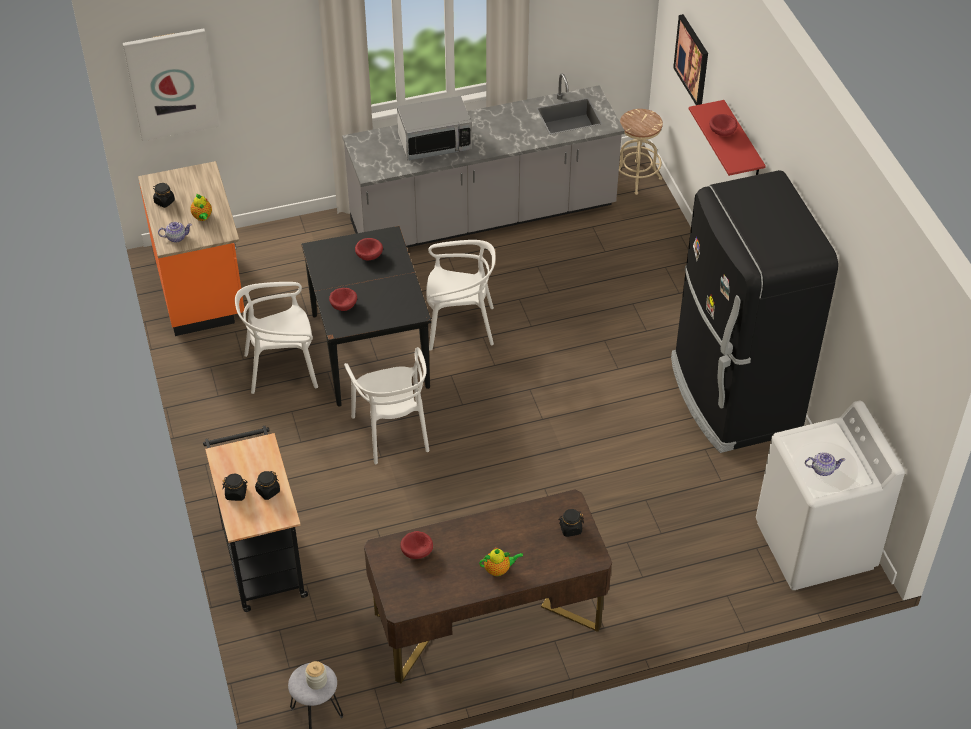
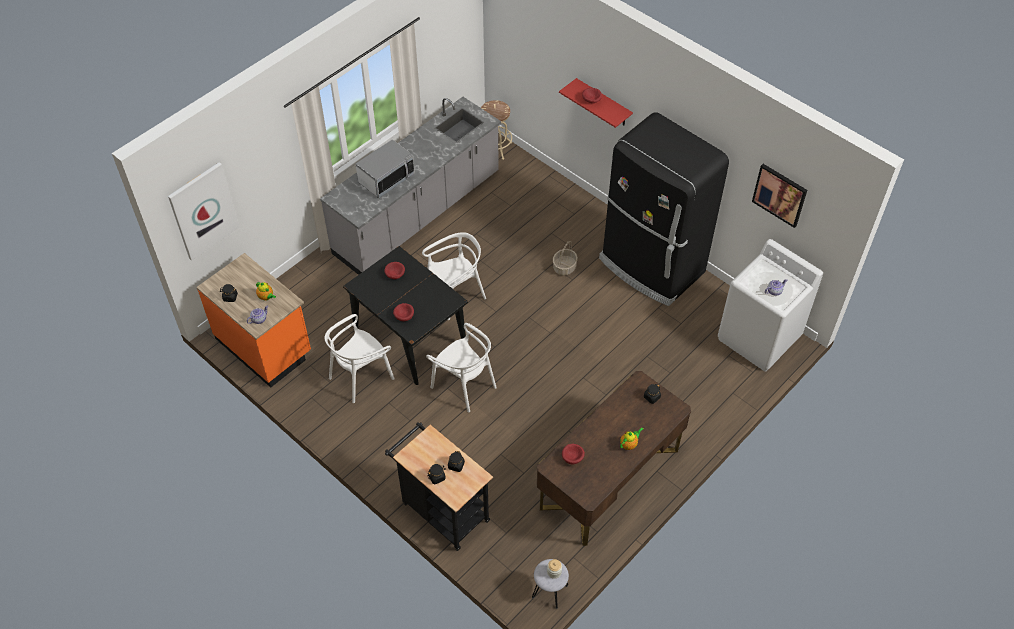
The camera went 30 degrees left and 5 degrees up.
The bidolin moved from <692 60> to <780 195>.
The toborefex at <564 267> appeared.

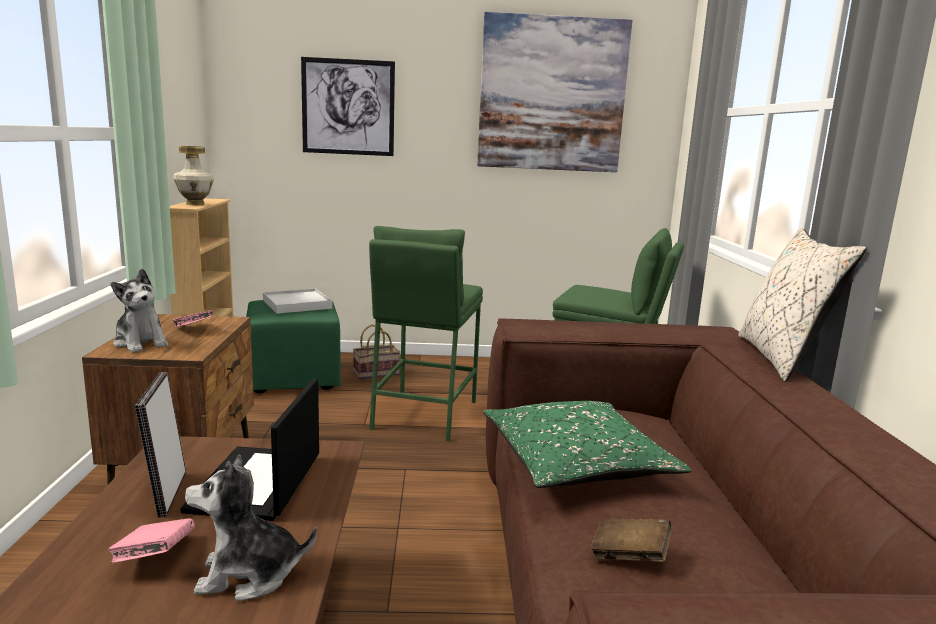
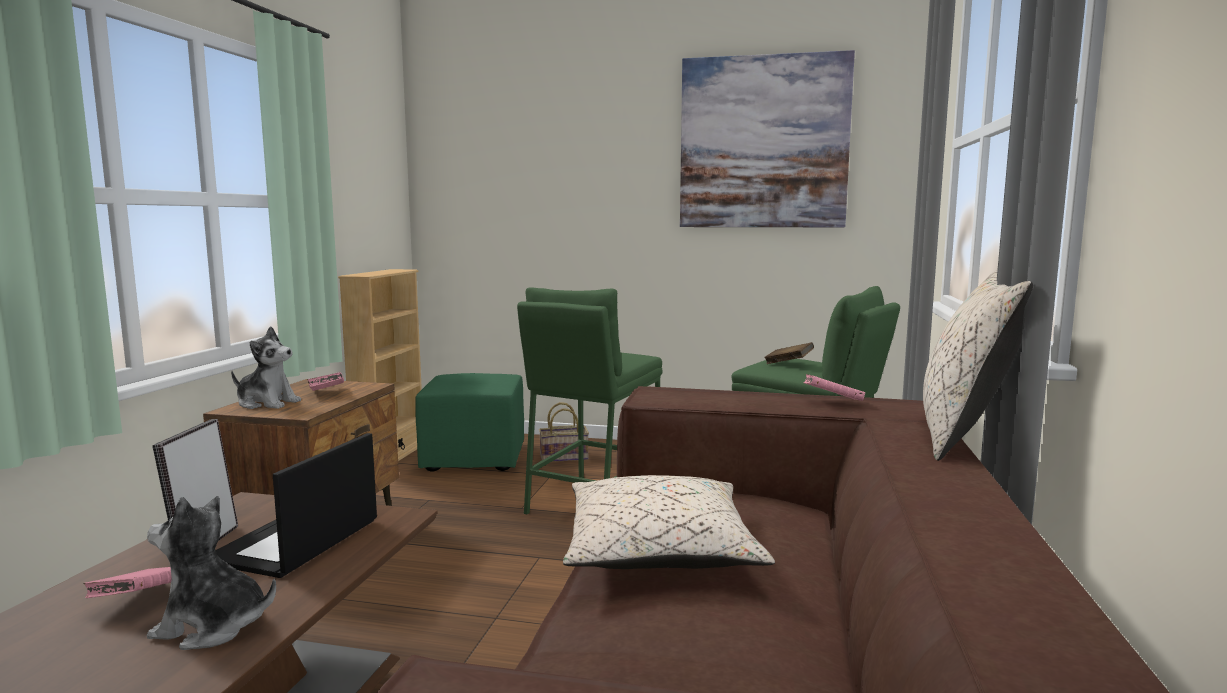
The camera went 15 degrees right and 5 degrees down.
The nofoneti at <141 343> turned 45 degrees counterclockwise.
The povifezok at <194 204> disappeared.
The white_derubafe at <297 304> disappeared.
The bidolin at <348 107> disappeared.
The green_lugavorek at <576 464> became the beige_lugavorek at <659 550>.
The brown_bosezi moved from <629 556> to <788 364>.
The pink_bosezi at <832 402> appeared.

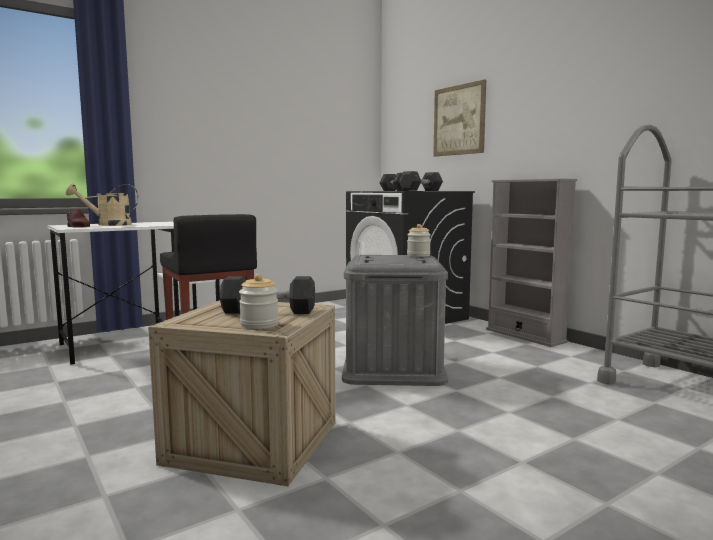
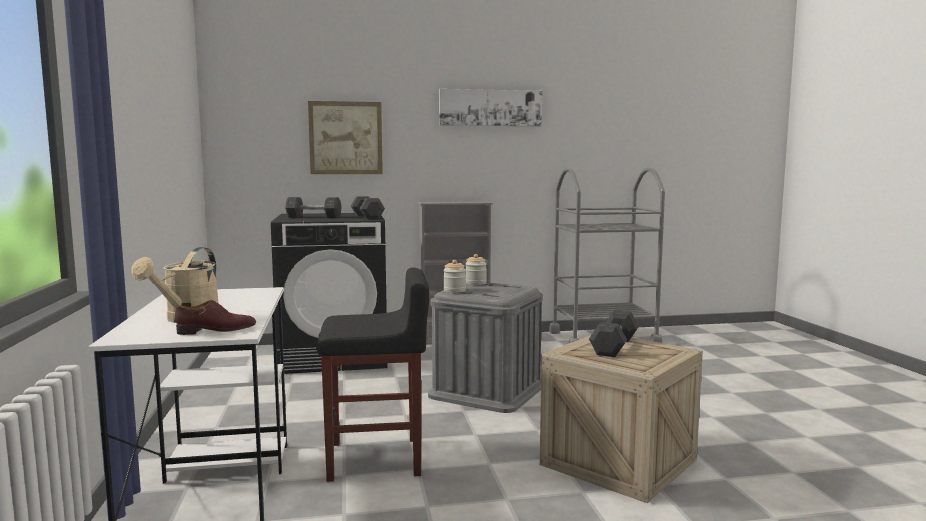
The camera went 65 degrees left and 0 degrees up.
The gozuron moved from <259 324> to <454 290>.
The bidolin at <490 108> appeared.

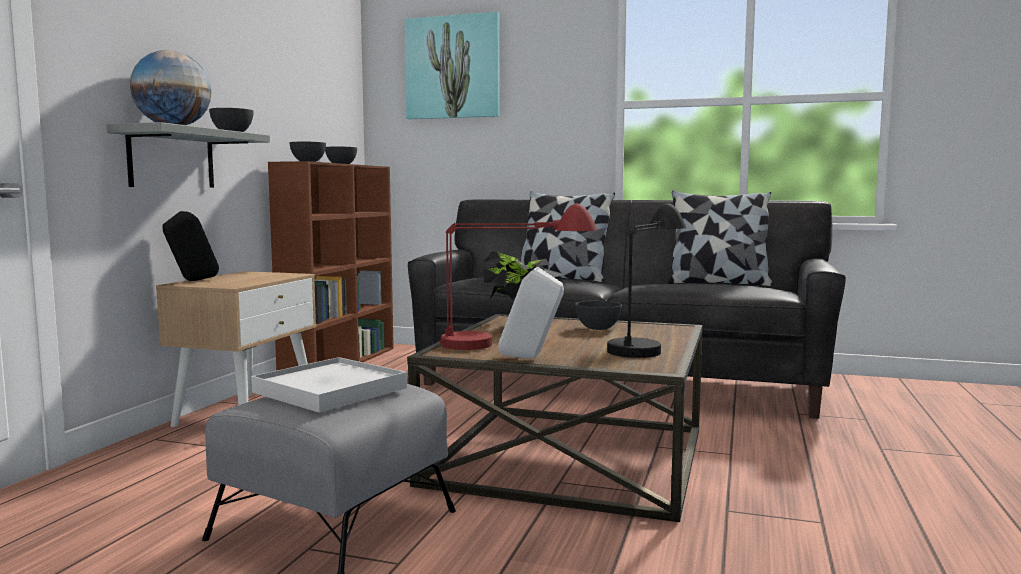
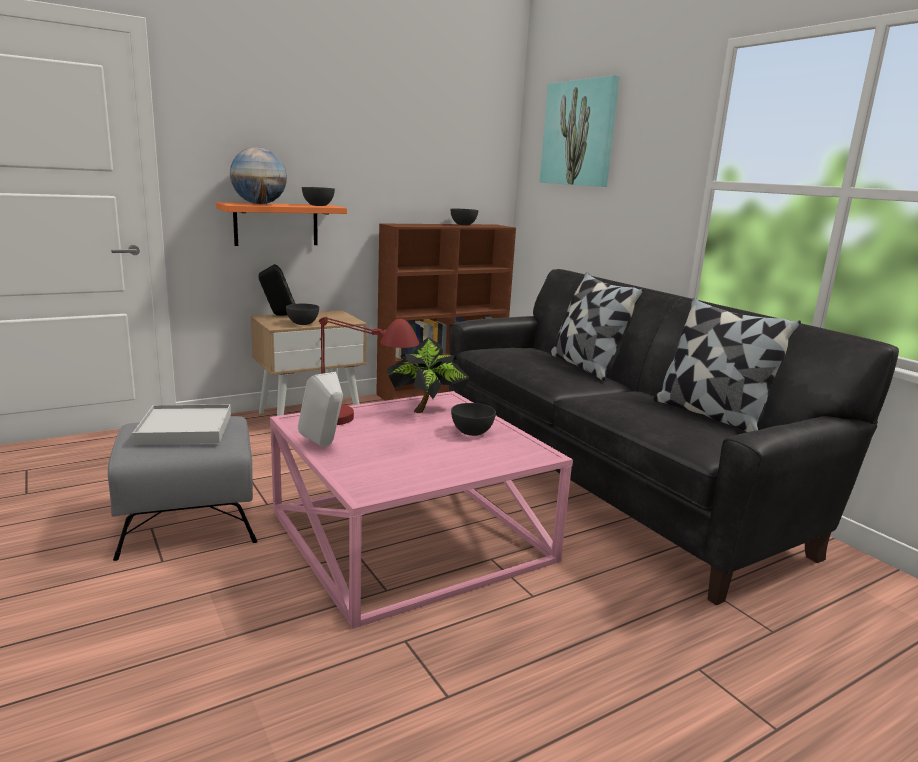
The camera went 40 degrees right and 10 degrees up.
The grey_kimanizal at <172 159> became the orange_kimanizal at <276 224>.
The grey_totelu moved from <308 162> to <303 324>.
The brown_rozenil at <569 455> became the pink_rozenil at <412 535>.
The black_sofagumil at <647 343> disappeared.

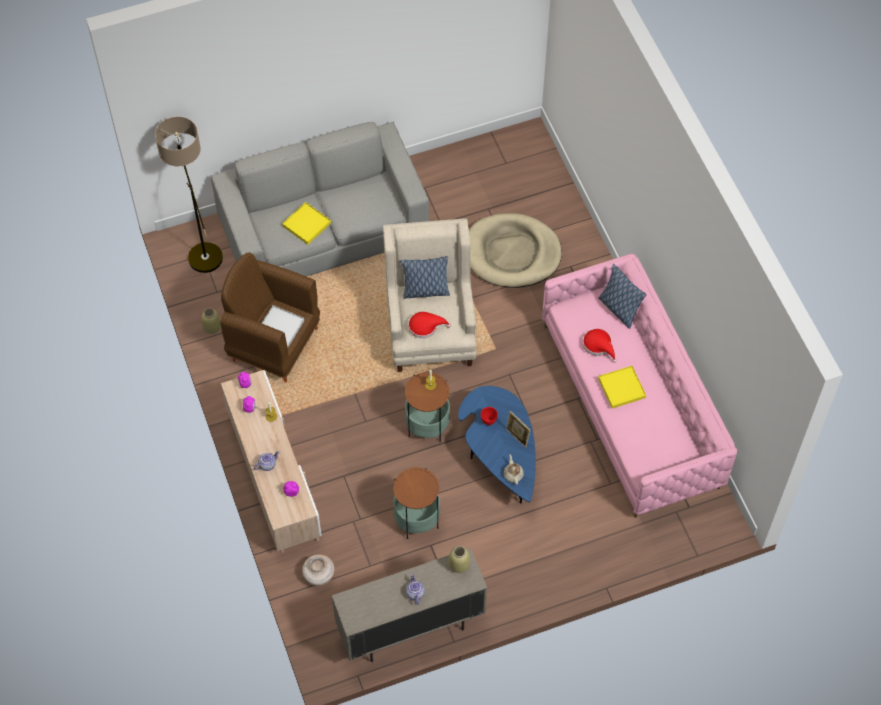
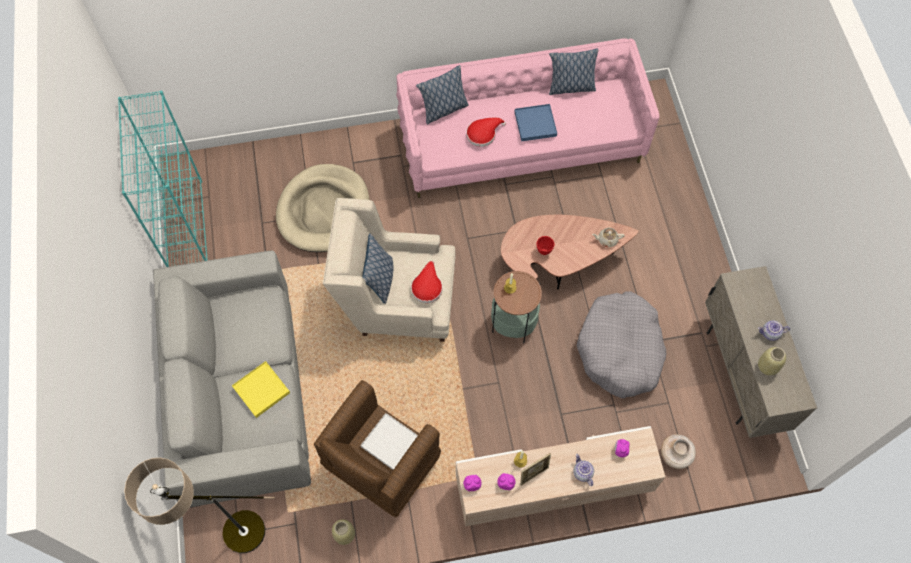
The camera went 80 degrees left and 5 degrees up.
The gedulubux at <417 519> was replaced by the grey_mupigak at <620 350>.
The beige_povifezok moved from <458 565> to <767 366>.
The blue_rozenil at <500 455> became the brown_rozenil at <558 262>.
The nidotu moved from <517 437> to <534 474>.
The yellow_derubafe at <621 388> became the blue_derubafe at <535 124>.
The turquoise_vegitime at <186 225> appeared.
The lugavorek at <570 87> appeared.

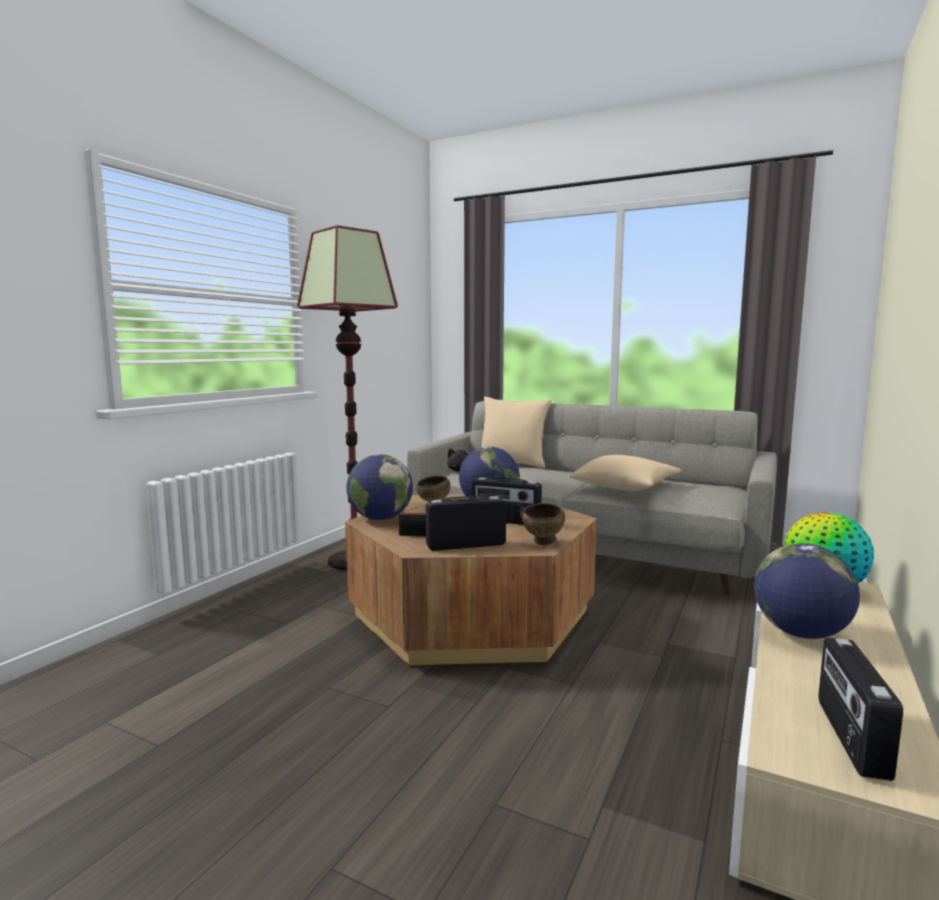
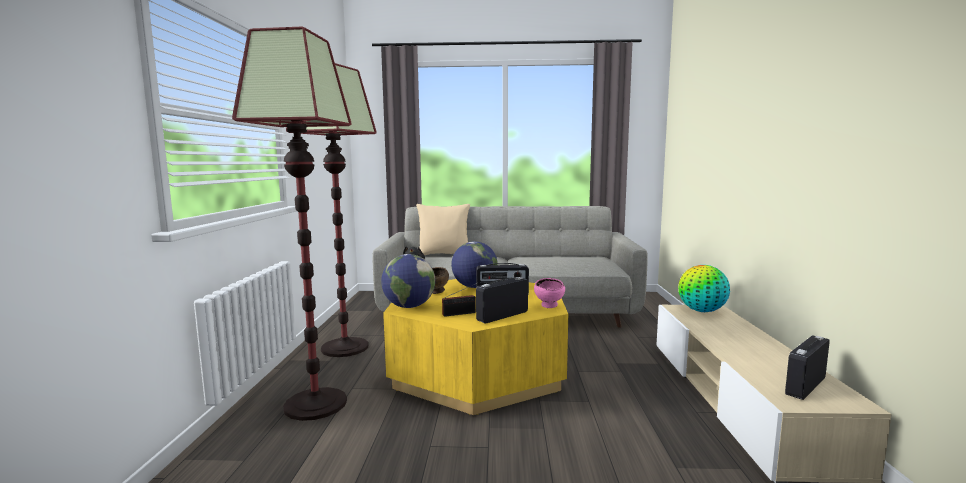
The camera went 25 degrees left and 0 degrees up.
The brown_rozenil at <472 613> became the yellow_rozenil at <478 369>.
The brown_totelu at <543 543> became the pink_totelu at <549 306>.
The beige_lugavorek at <625 487> disappeared.
The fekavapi at <800 633> disappeared.
The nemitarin at <850 737> turned 60 degrees clockwise.
The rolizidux at <315 404> appeared.

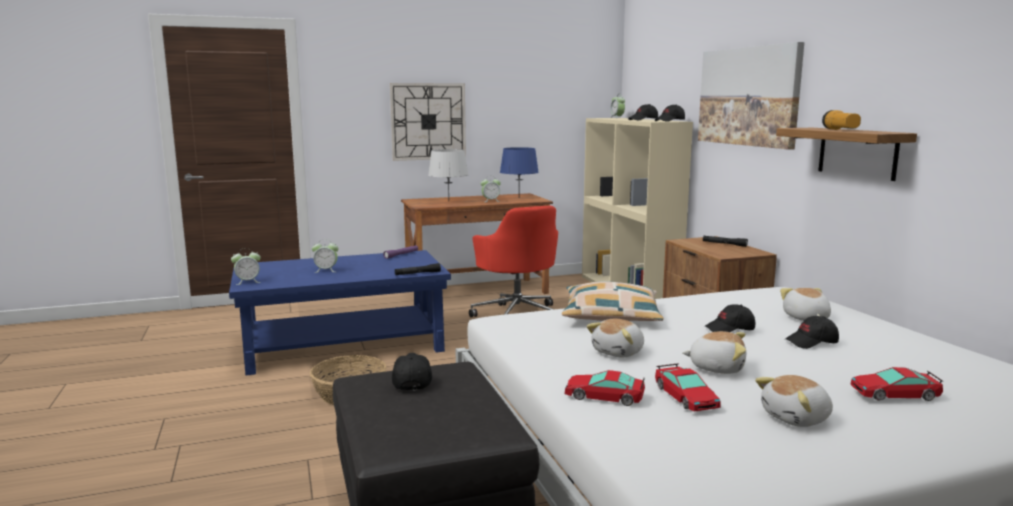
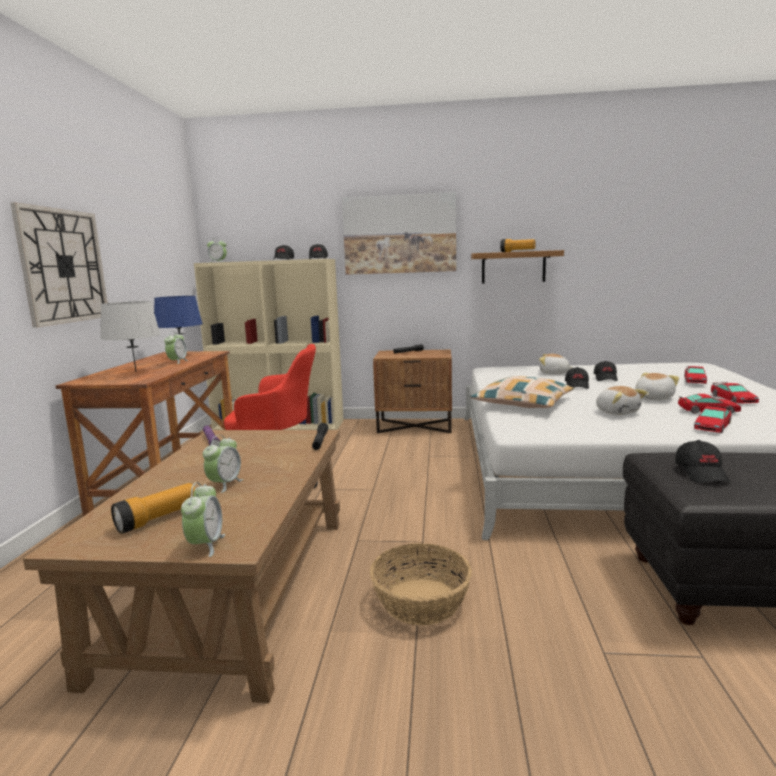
The camera went 65 degrees left and 0 degrees up.
The blue_rozenil at <344 344> became the brown_rozenil at <235 587>.
The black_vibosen at <412 381> turned 105 degrees counterclockwise.
The nofoneti at <797 418> was replaced by the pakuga at <732 399>.
The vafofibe at <158 519> appeared.

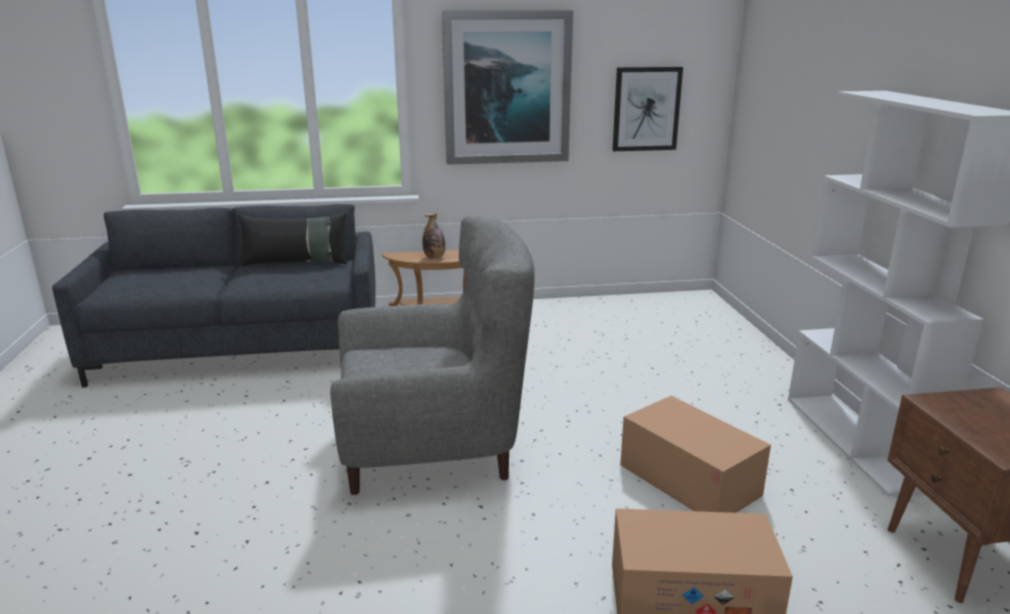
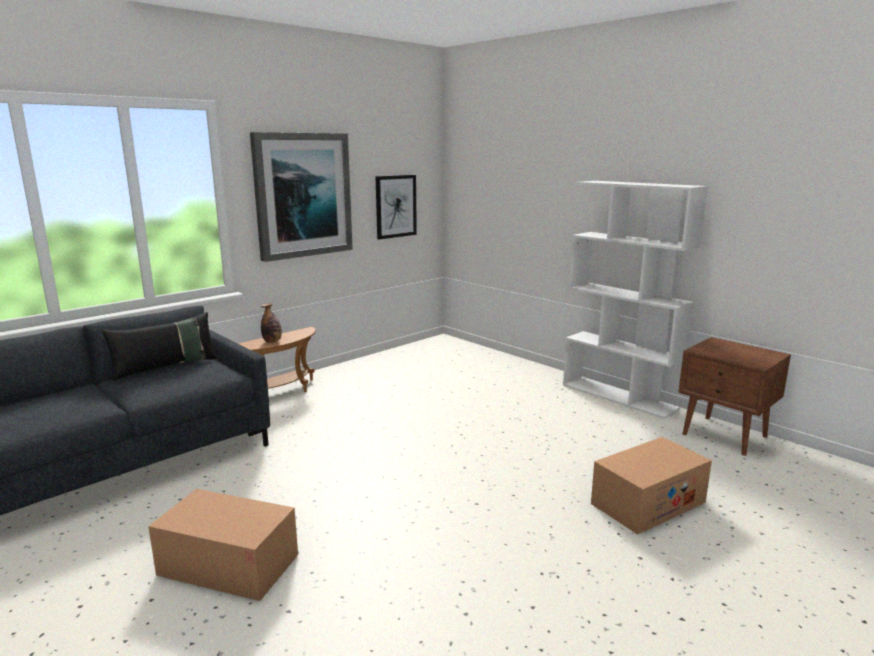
The camera went 35 degrees left and 5 degrees down.
The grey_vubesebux at <434 448> disappeared.
The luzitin moved from <689 480> to <228 565>.

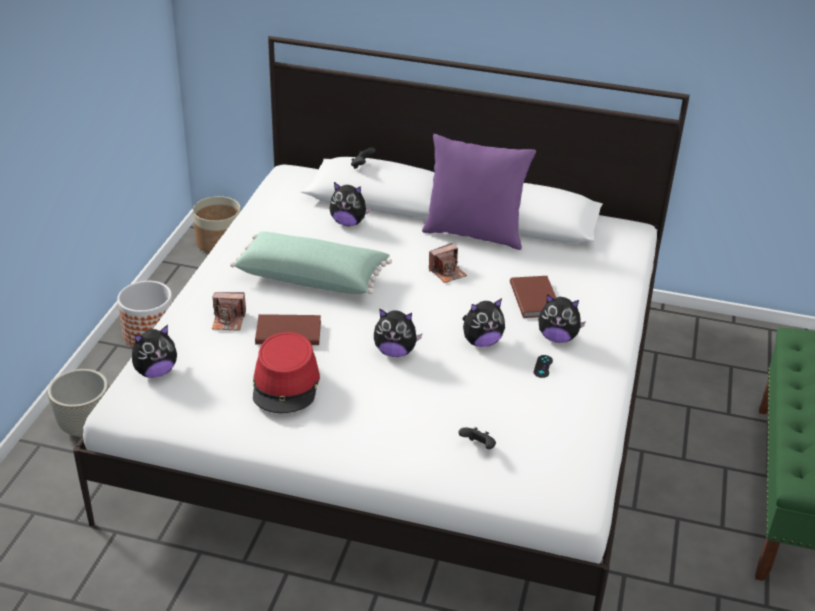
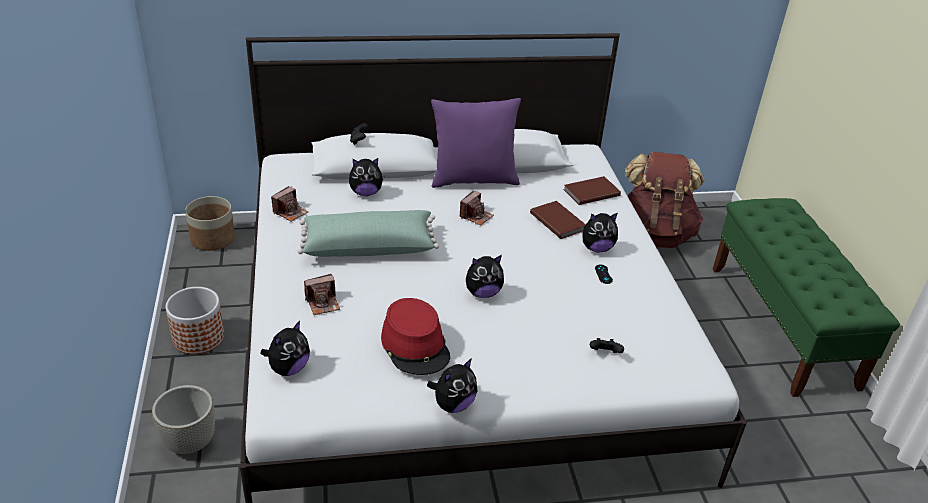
The camera went 25 degrees left and 0 degrees up.
The brown_bosezi moved from <287 331> to <590 192>.
The nofoneti moved from <481 342> to <453 404>.
The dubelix at <290 212> appeared.
The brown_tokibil at <654 235> appeared.

